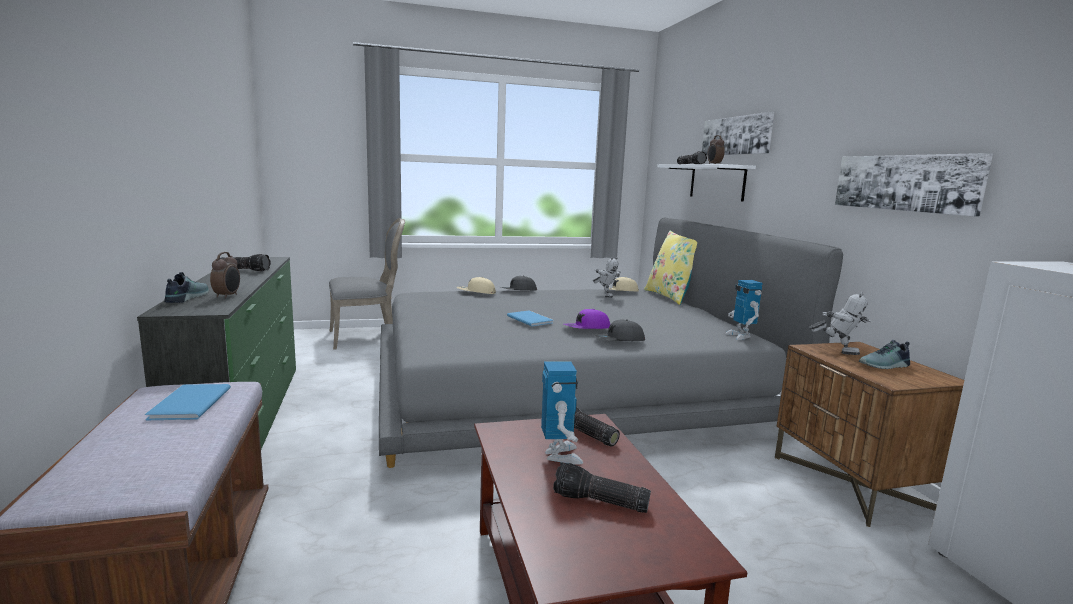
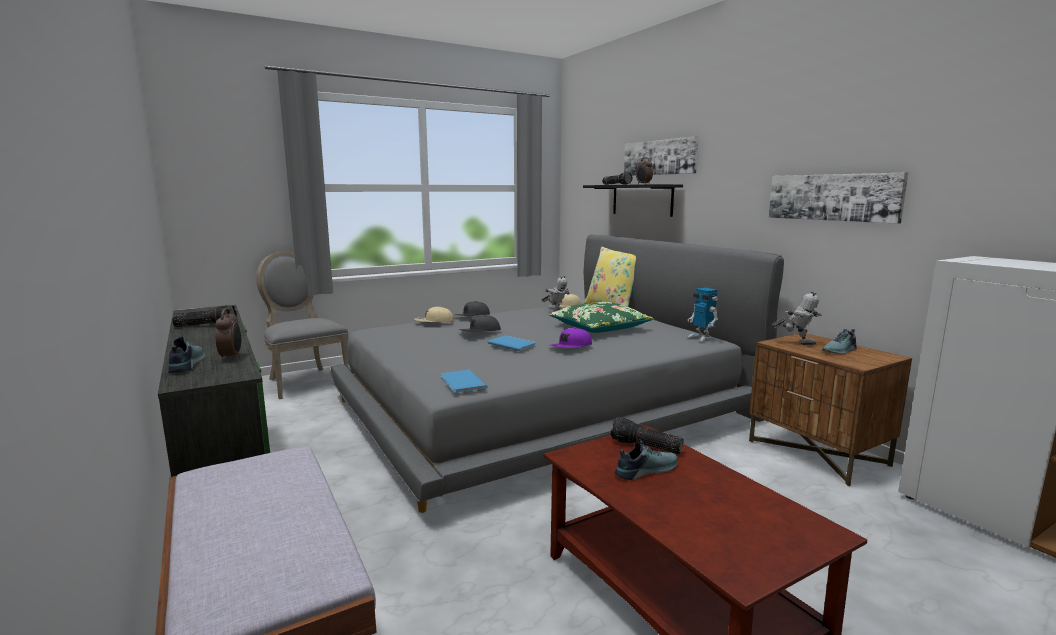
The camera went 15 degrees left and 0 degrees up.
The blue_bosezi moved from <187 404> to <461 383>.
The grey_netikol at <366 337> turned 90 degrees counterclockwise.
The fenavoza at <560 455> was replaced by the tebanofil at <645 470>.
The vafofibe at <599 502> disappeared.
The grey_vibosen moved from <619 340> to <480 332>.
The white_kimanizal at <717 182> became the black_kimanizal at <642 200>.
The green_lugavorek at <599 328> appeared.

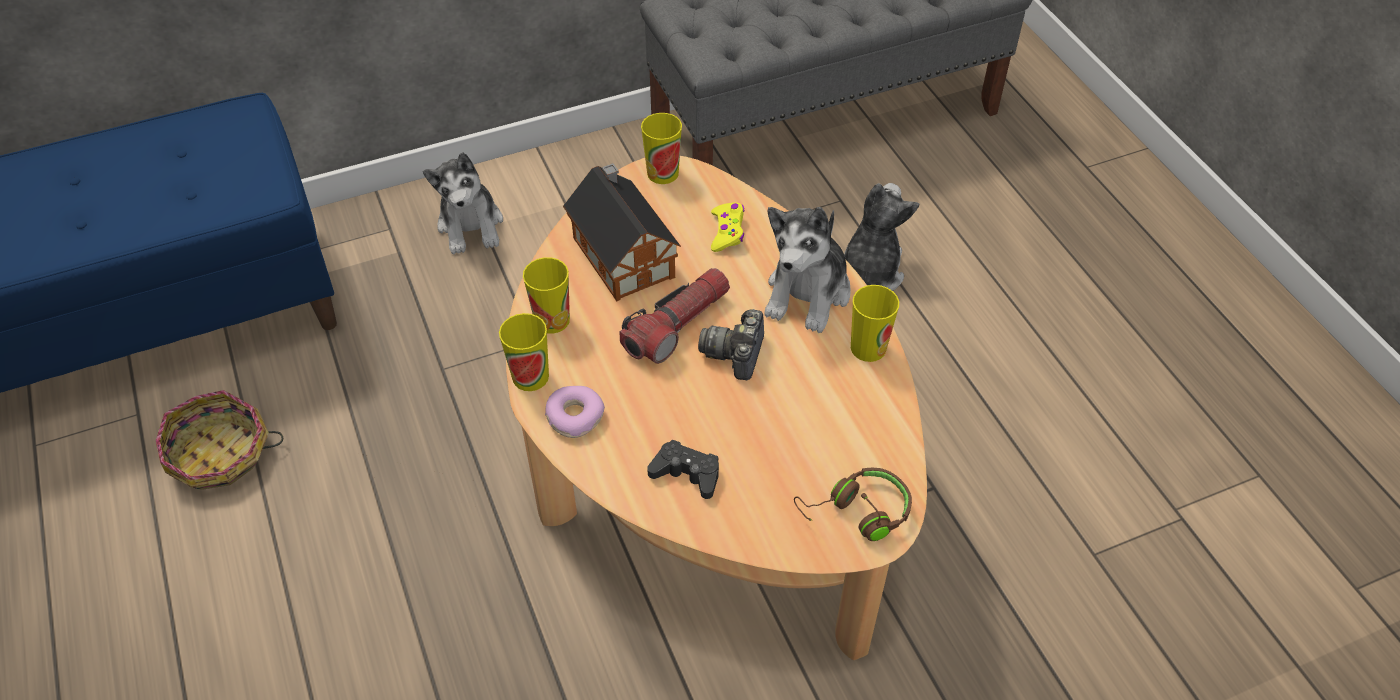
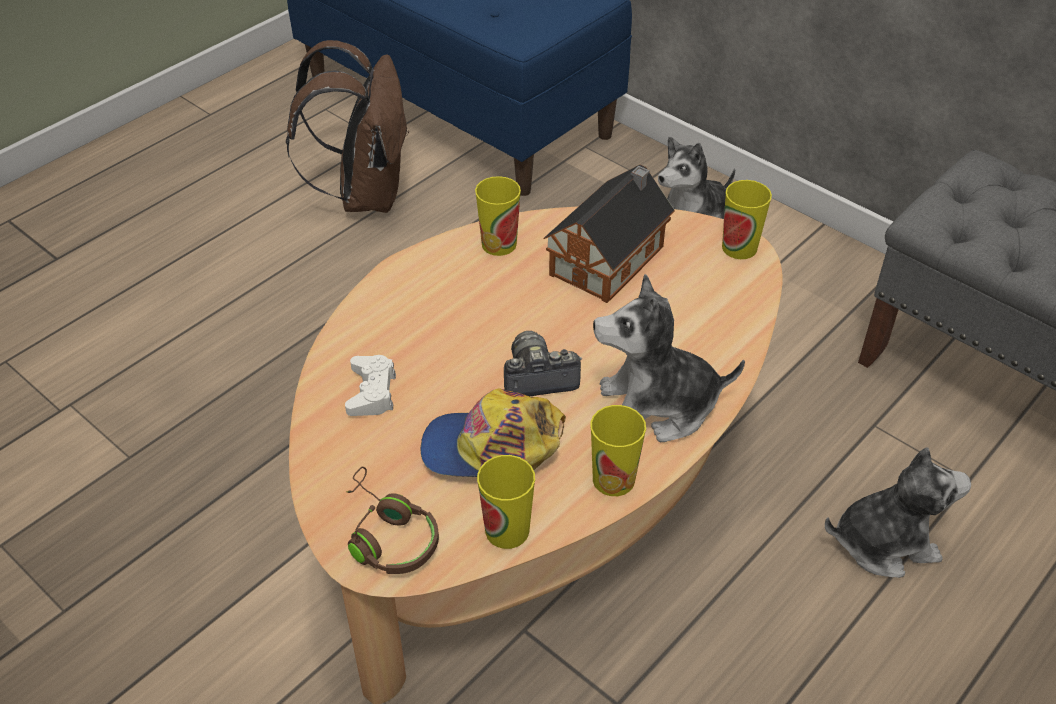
The camera went 65 degrees right and 5 degrees down.
The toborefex at <220 455> was replaced by the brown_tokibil at <366 194>.
The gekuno moved from <530 376> to <507 530>.
The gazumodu at <575 416> disappeared.
The vafofibe at <677 325> disappeared.
The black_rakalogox at <686 473> became the white_rakalogox at <371 392>.
The yellow_rakalogox at <727 231> disappeared.
The vibosen at <492 448> appeared.

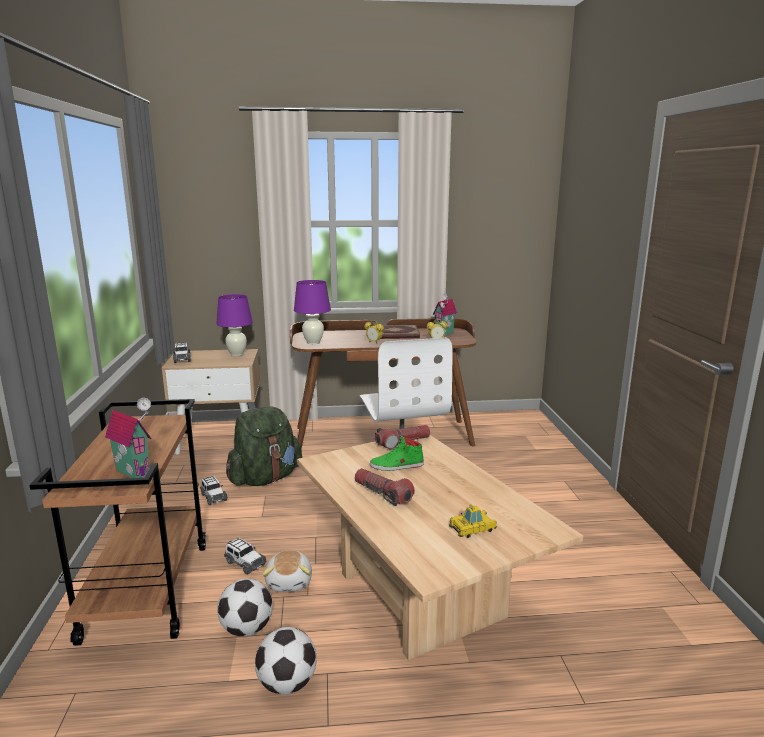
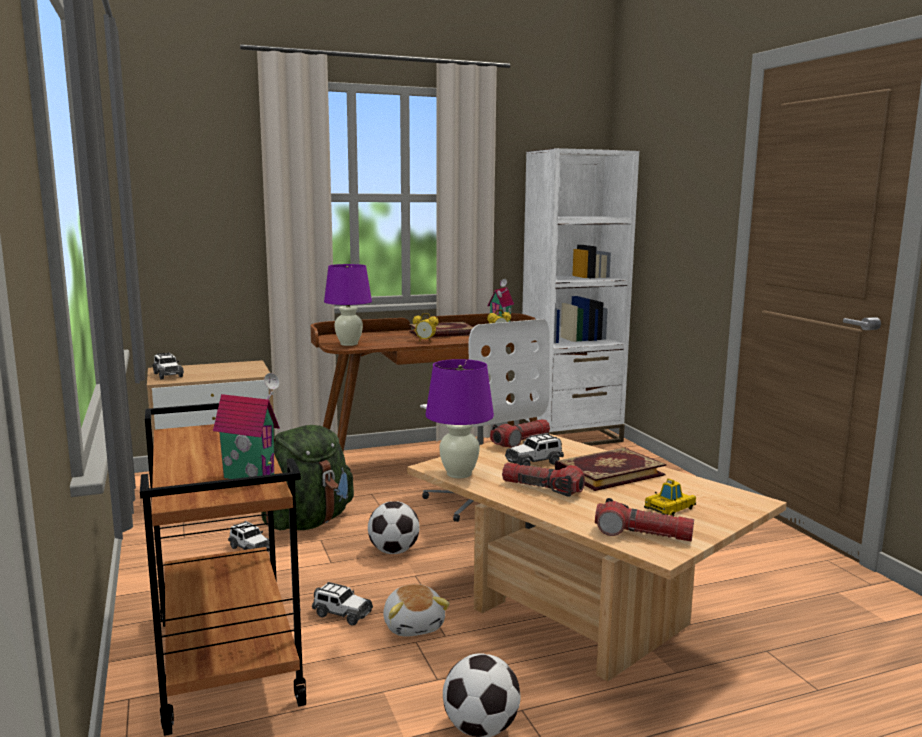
The camera went 15 degrees left and 5 degrees down.
The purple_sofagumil moved from <237 354> to <459 474>.
The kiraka moved from <246 629> to <393 551>.
The green_tebanofil at <397 466> was replaced by the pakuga at <534 462>.
The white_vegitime at <570 437> appeared.
The bosezi at <608 472> appeared.
The vafofibe at <643 535> appeared.

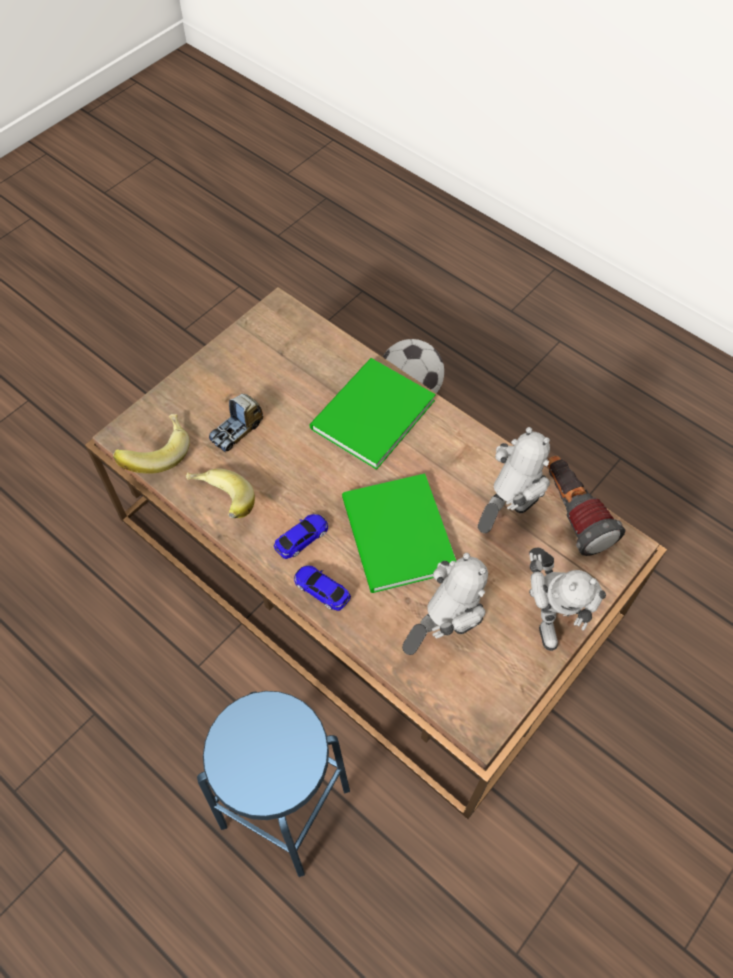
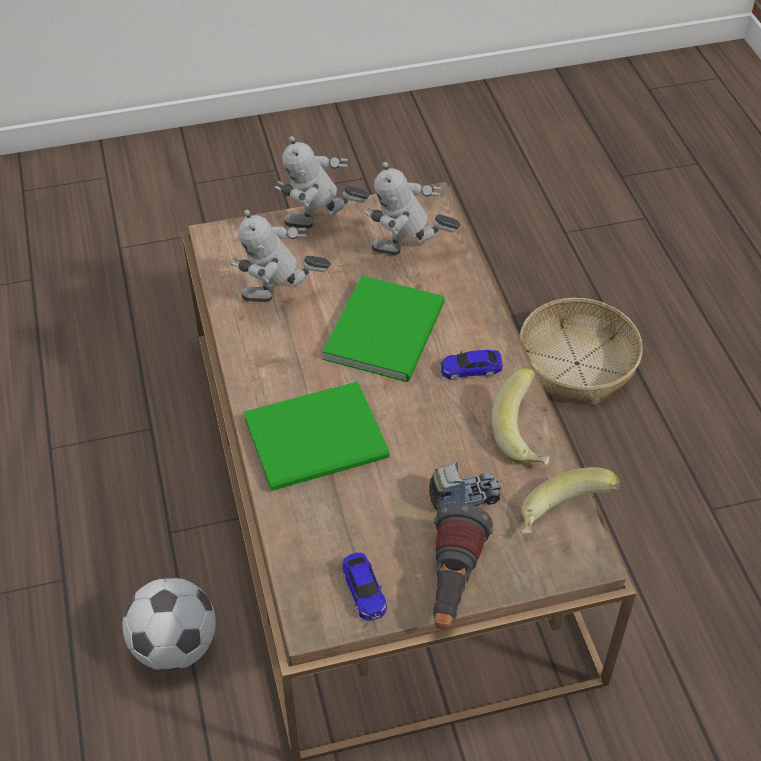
The camera went 145 degrees left and 10 degrees down.
The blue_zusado at <285 807> was replaced by the toborefex at <576 364>.
The pakuga moved from <322 590> to <364 591>.
The fenavoza at <548 613> turned 120 degrees counterclockwise.
The vafofibe moved from <573 513> to <452 585>.

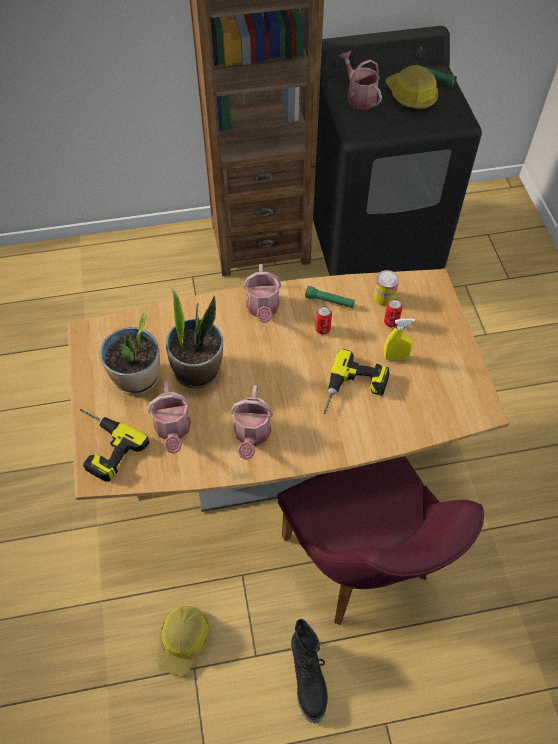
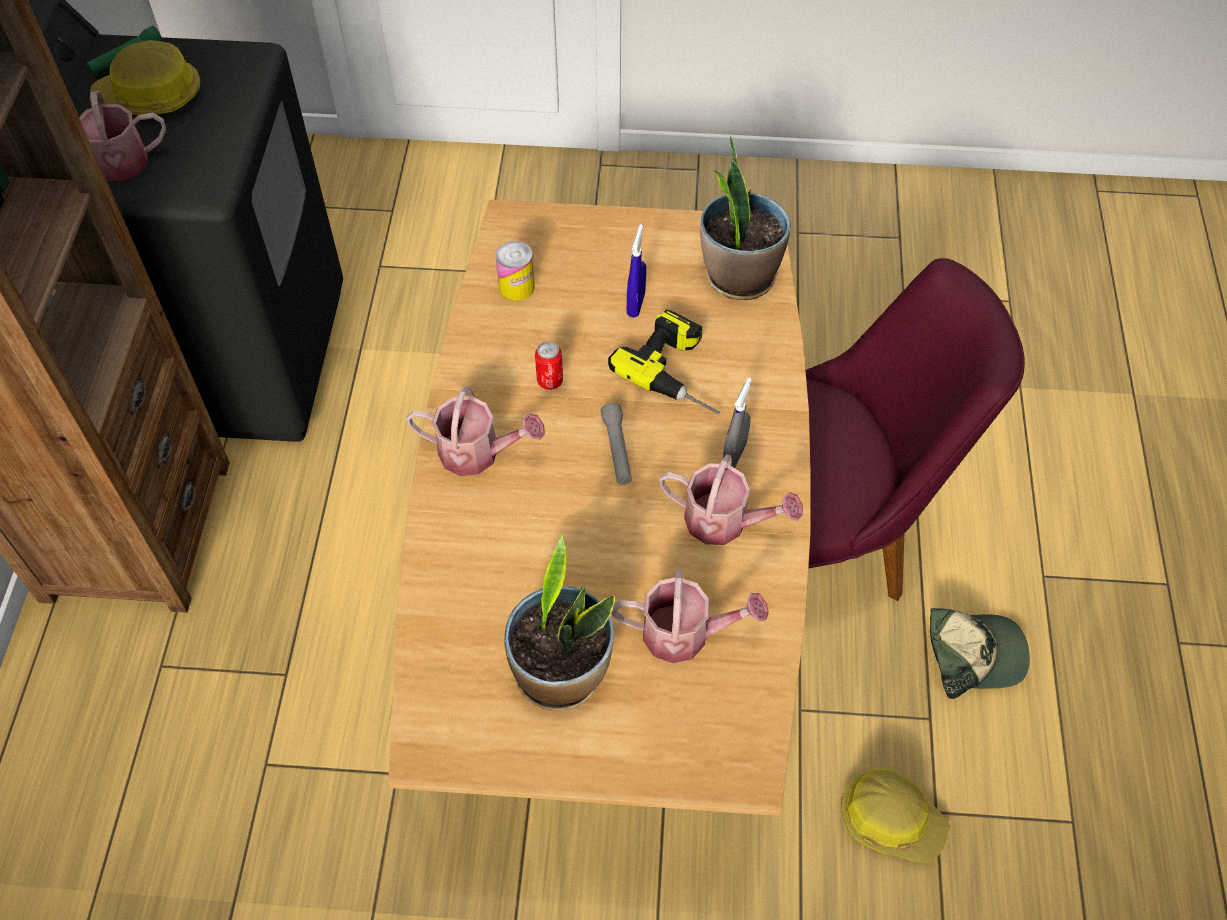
The camera went 75 degrees left and 0 degrees up.
The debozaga at <101 446> disappeared.
The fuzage moved from <198 370> to <738 276>.
The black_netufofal at <309 678> was replaced by the vibosen at <971 654>.
The green_vafofibe at <329 301> disappeared.
The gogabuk at <391 322> disappeared.
The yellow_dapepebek at <395 357> became the blue_dapepebek at <636 304>.
The grey_vafofibe at <617 450> appeared.
The grey_dapepebek at <734 454> appeared.

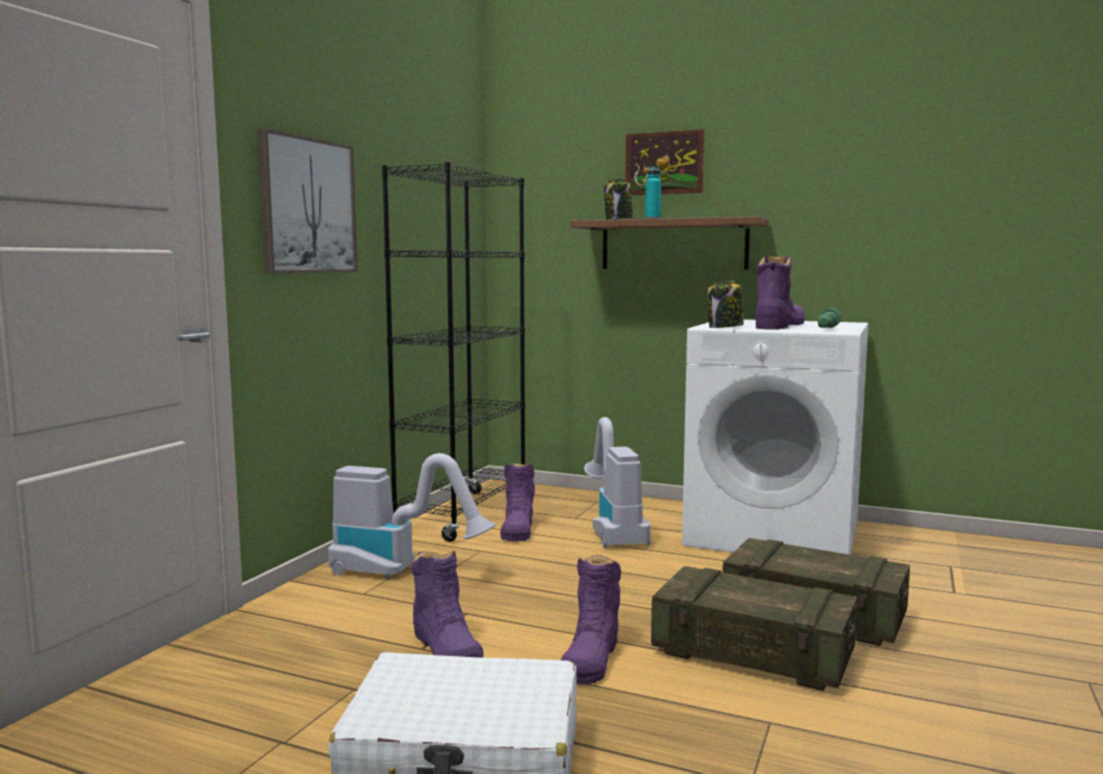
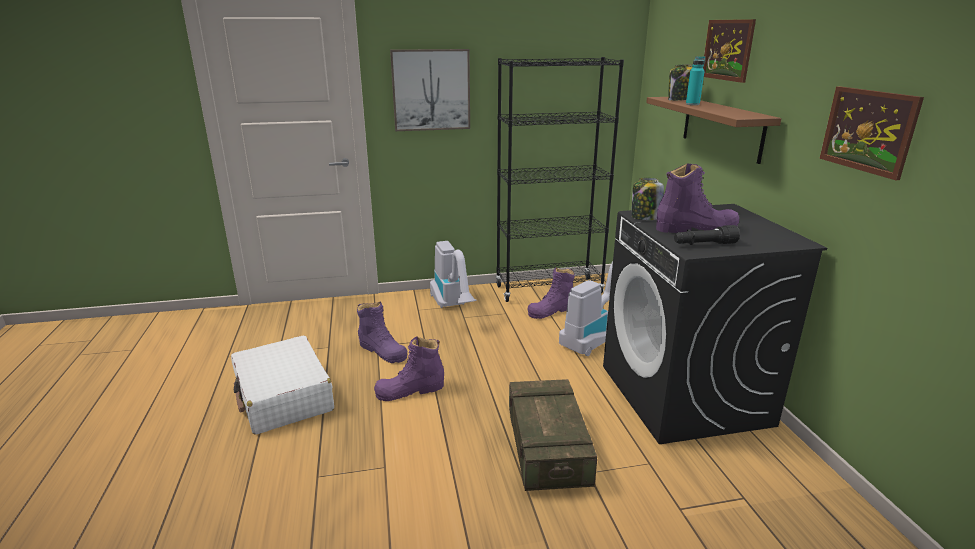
The camera went 55 degrees right and 15 degrees up.
The purple_netufofal at <446 648> turned 75 degrees counterclockwise.
The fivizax at <752 654> disappeared.
The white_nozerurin at <774 534> became the black_nozerurin at <685 395>.
The green_vafofibe at <827 329> became the black_vafofibe at <704 244>.
The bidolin at <868 130> appeared.

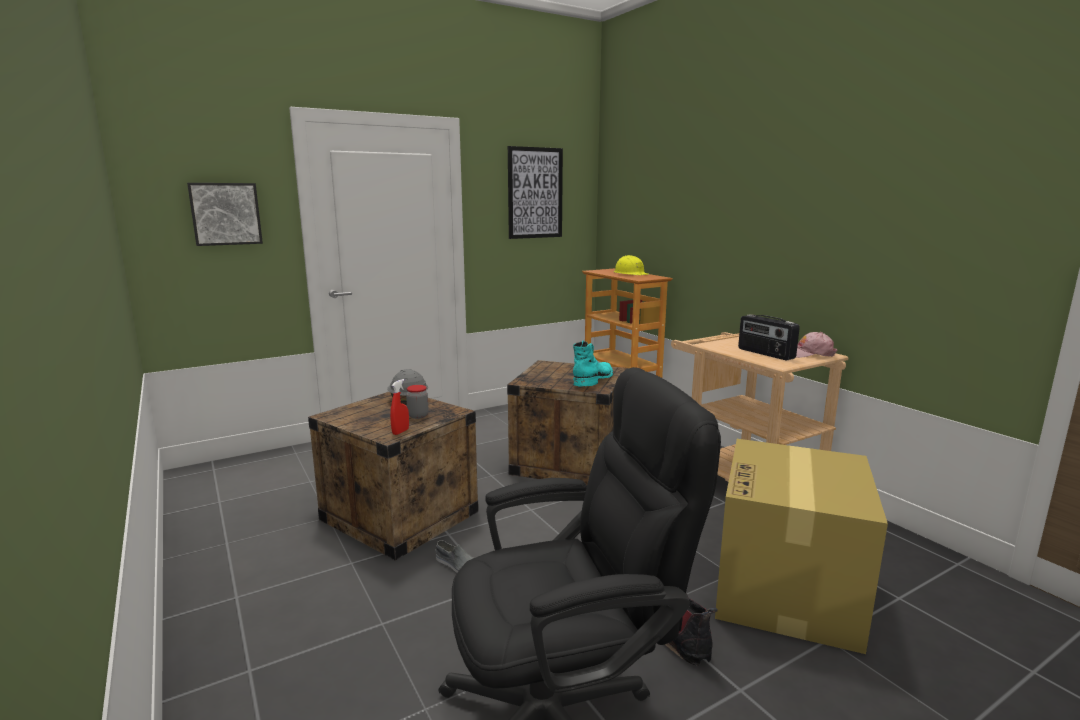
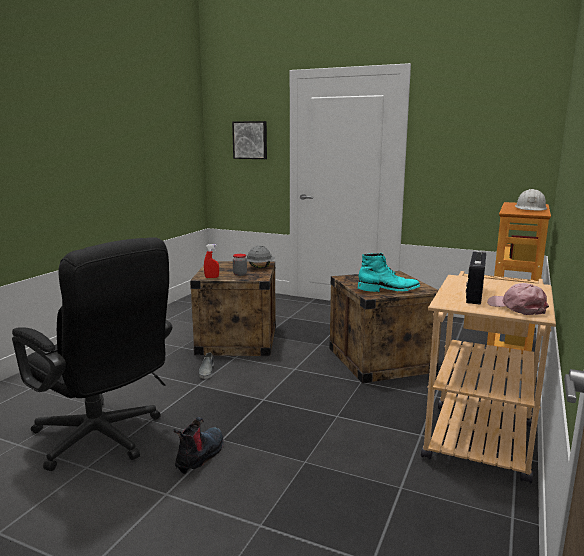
The camera went 55 degrees right and 0 degrees up.
The bidolin at <535 193> disappeared.
The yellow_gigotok at <630 274> became the white_gigotok at <530 208>.
The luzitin at <787 591> disappeared.

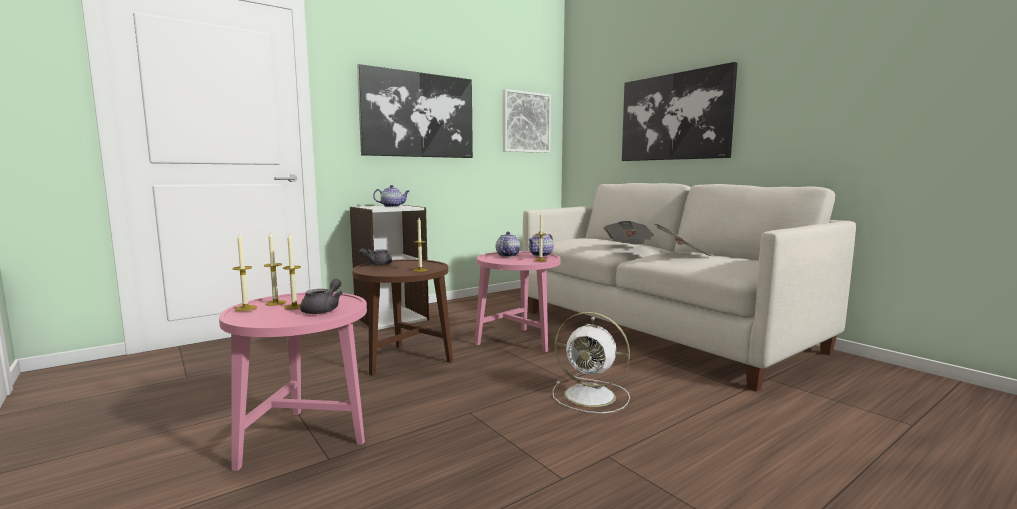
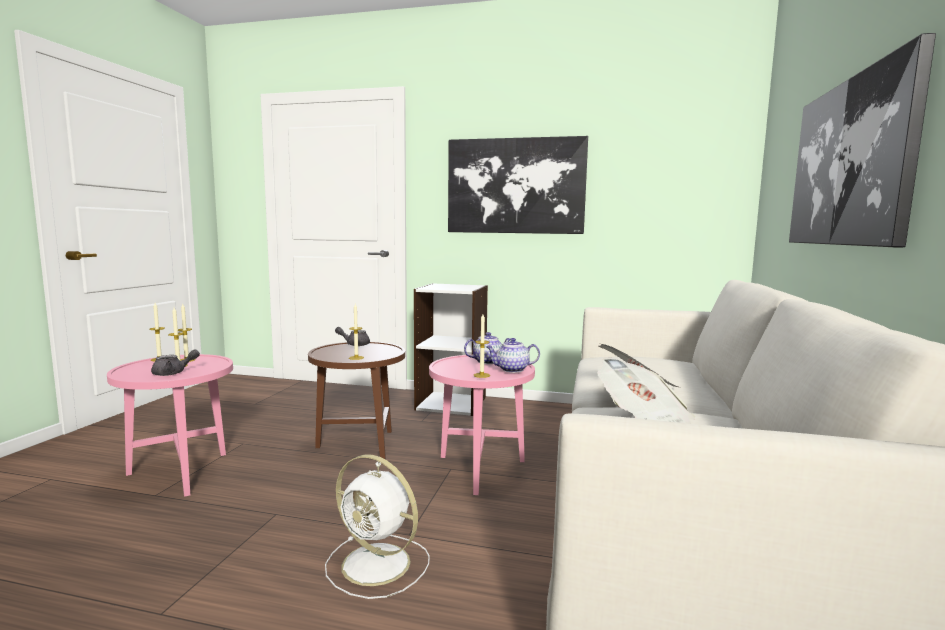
The camera went 50 degrees right and 0 degrees up.
The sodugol at <392 206> disappeared.
The bidolin at <526 122> disappeared.
The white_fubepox at <592 396> turned 45 degrees counterclockwise.

